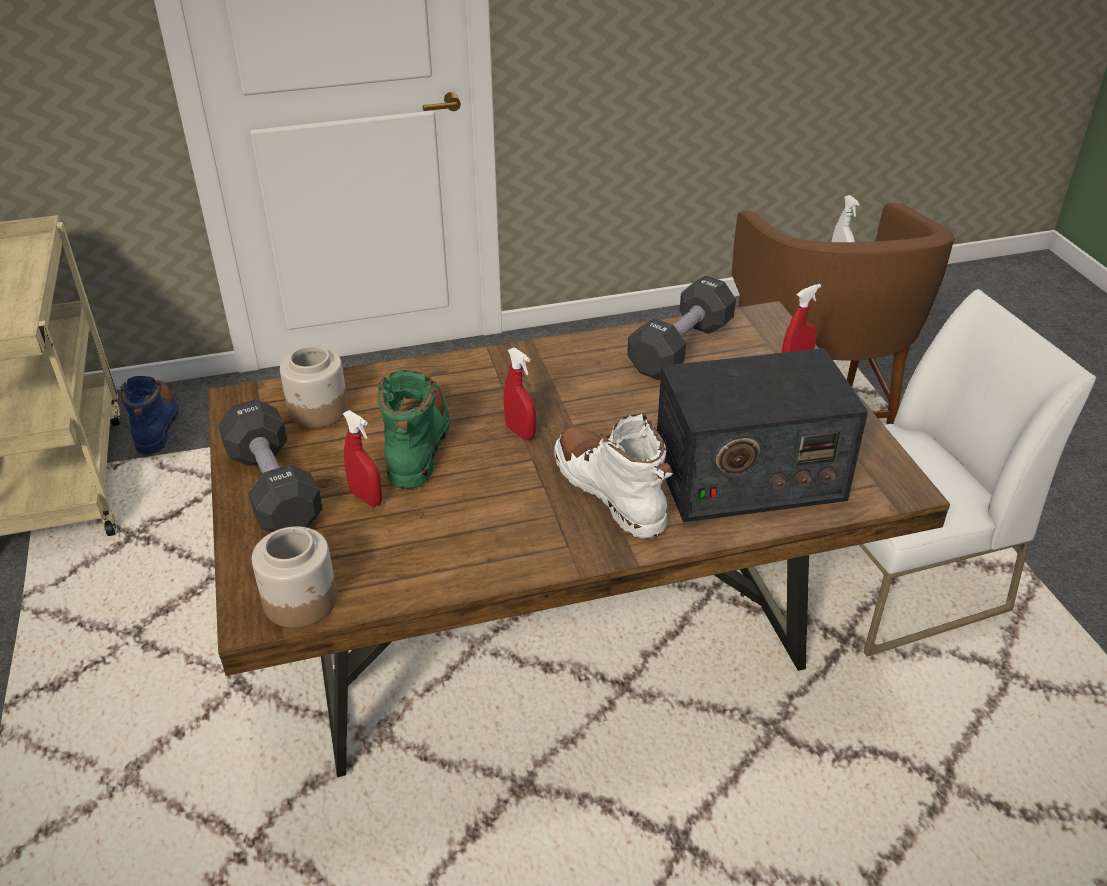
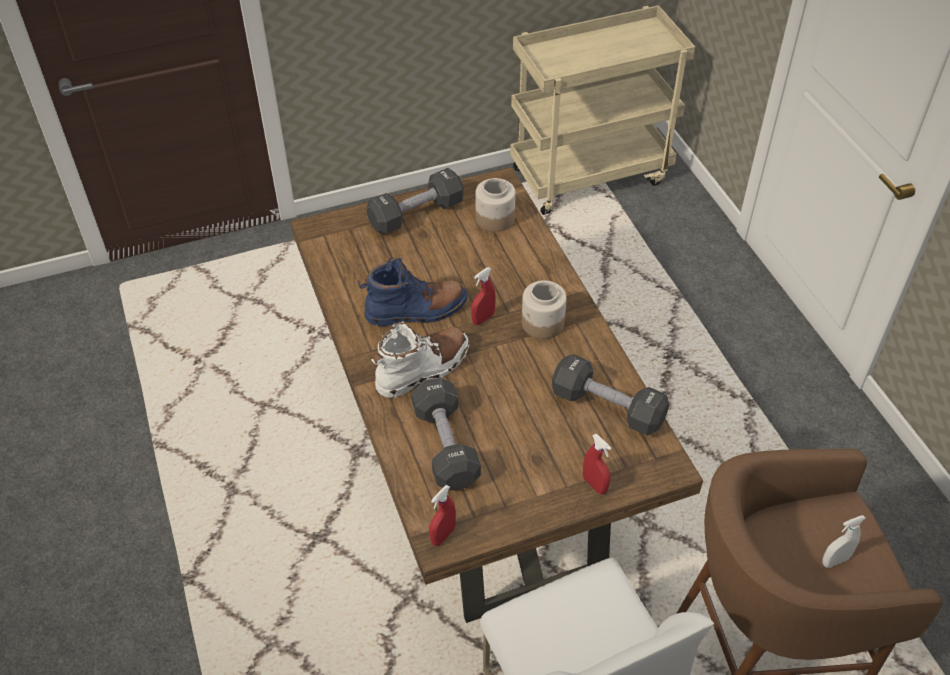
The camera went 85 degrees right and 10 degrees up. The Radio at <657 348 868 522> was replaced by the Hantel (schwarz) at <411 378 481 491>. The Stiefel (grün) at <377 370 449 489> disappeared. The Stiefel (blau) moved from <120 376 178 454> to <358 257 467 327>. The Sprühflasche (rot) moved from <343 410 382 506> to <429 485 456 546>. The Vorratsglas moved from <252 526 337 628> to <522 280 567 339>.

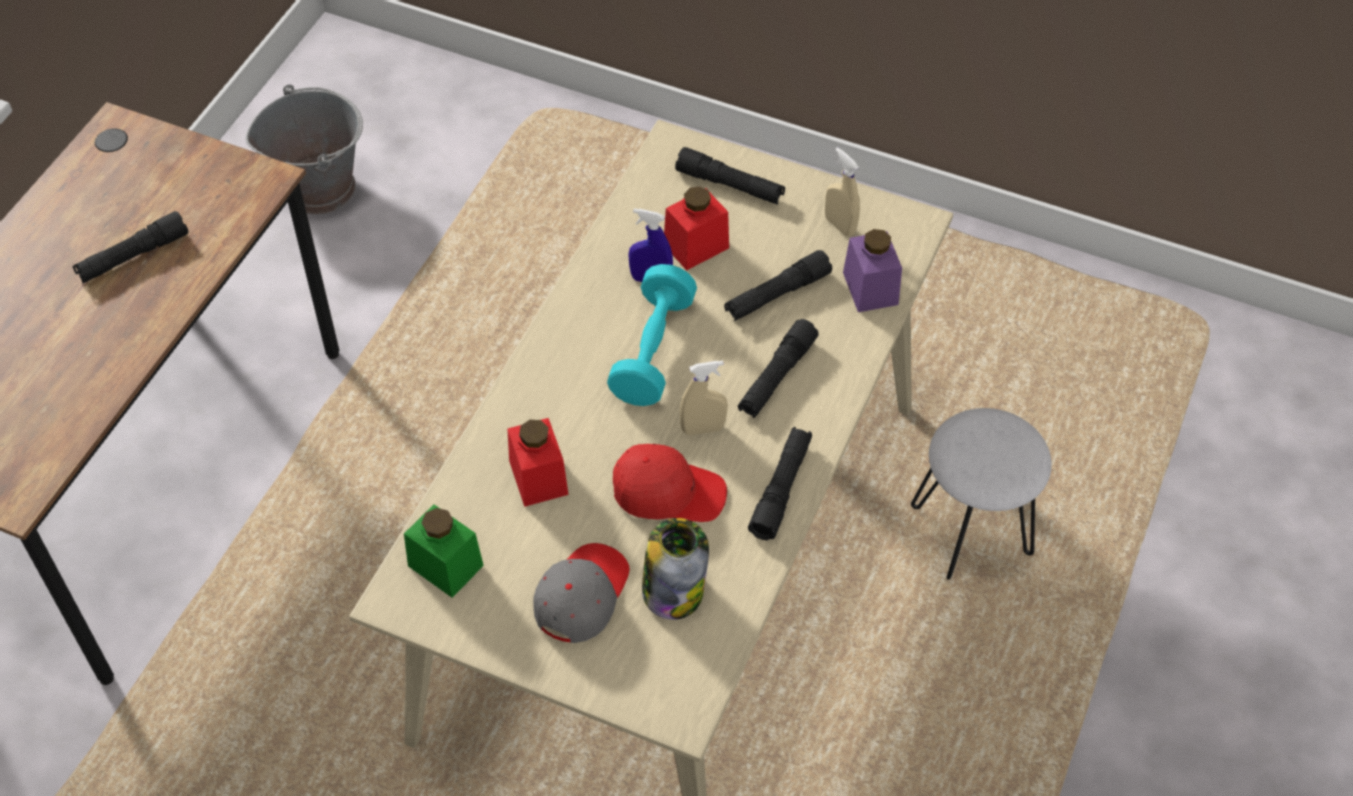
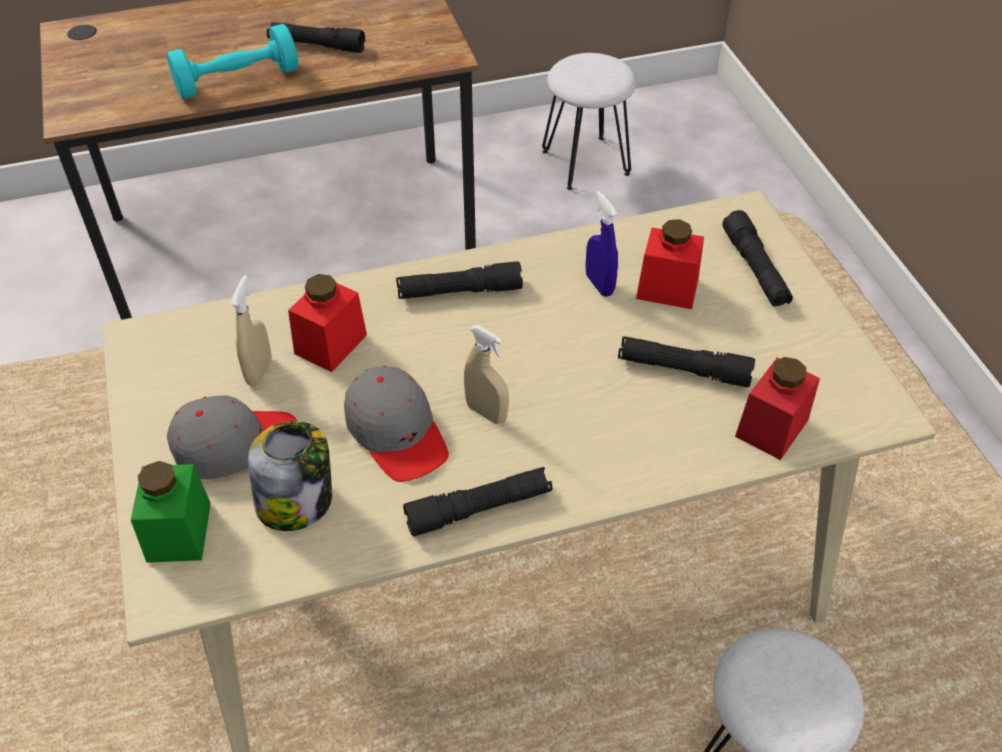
The camera went 50 degrees right and 5 degrees down. The Eimer (grau) at <246 84 363 215> was replaced by the Hocker (weiß) at <542 53 637 190>. The Sprühflasche (beige) moved from <825 147 860 237> to <230 275 271 386>. The Vorratsglas (lila) at <843 229 902 312> became the Vorratsglas (rot) at <735 357 820 460>. The Hantel (türkis) moved from <607 264 697 406> to <167 24 298 99>. The Taschenlampe (schwarz) moved from <738 319 819 418> to <396 261 523 299>. The Kappe (rot) at <613 444 727 522> became the Kappe (grau) at <344 366 449 482>. The Vorratsglas (grün) moved from <404 504 484 598> to <131 461 211 563>.

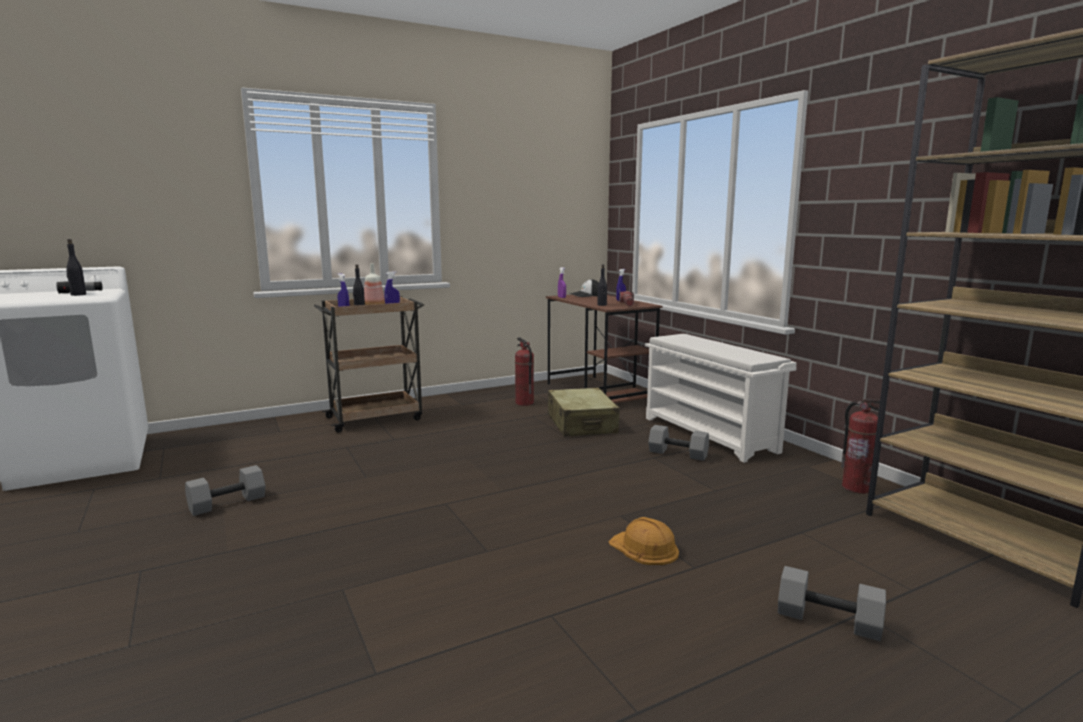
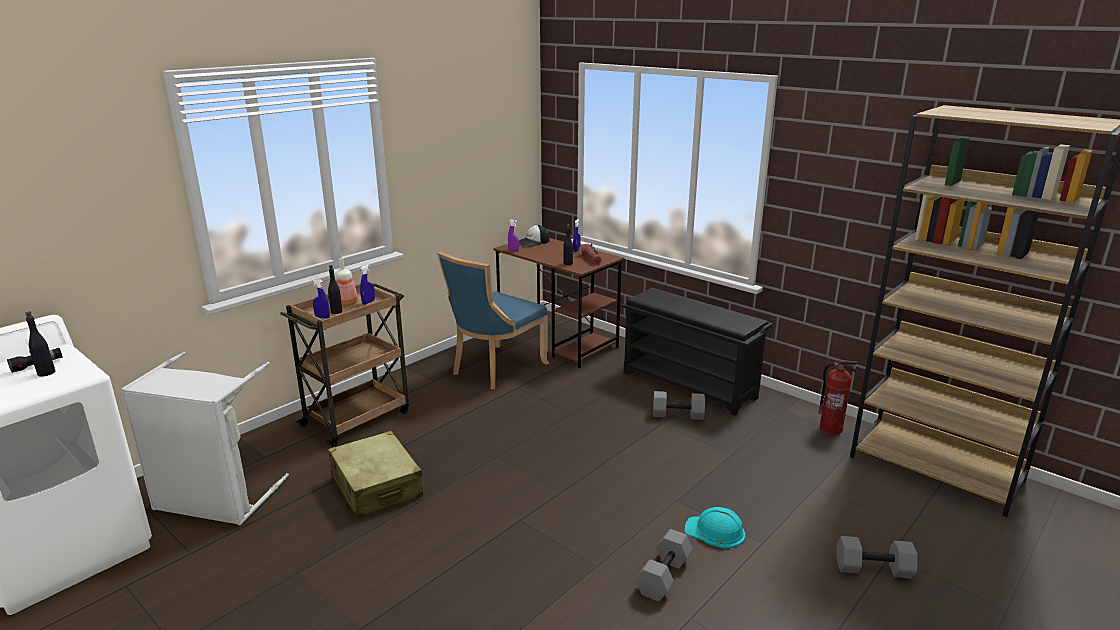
The camera went 20 degrees left and 10 degrees up. The Schuhregal (weiß) at <645 334 797 463> became the Schuhregal (schwarz) at <622 288 773 416>. The Feuerlöscher at <515 337 534 406> was replaced by the Stuhl (blau) at <437 252 549 389>. The Koffer (beige) moved from <548 388 620 436> to <328 431 423 519>. The Hantel (grau) moved from <185 465 266 516> to <635 529 693 601>. The Schutzhelm (orange) at <609 517 679 565> became the Schutzhelm (türkis) at <685 507 745 549>. The Wäschekorb (grau) at <120 352 289 526> appeared.

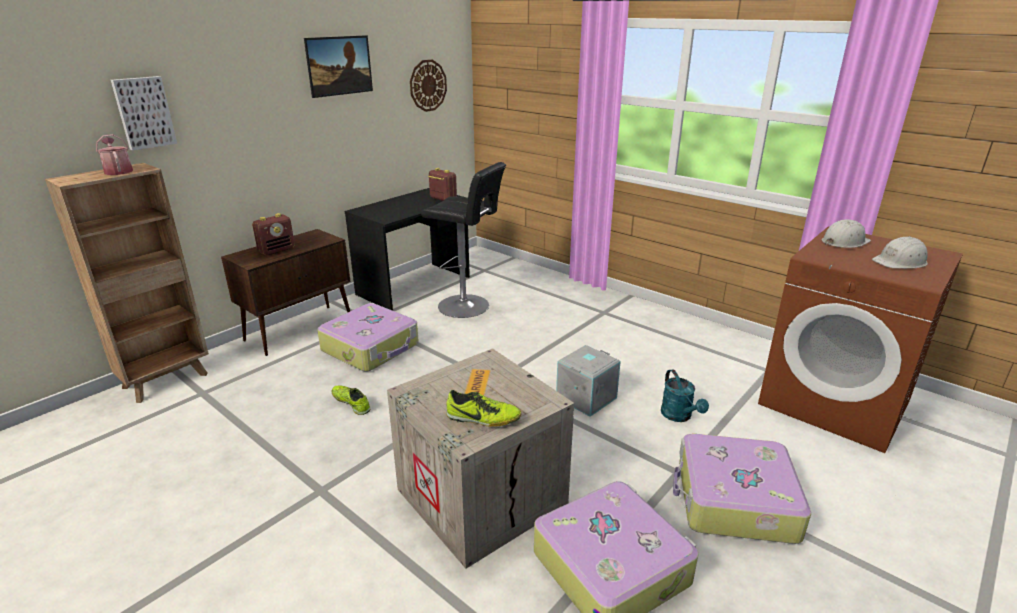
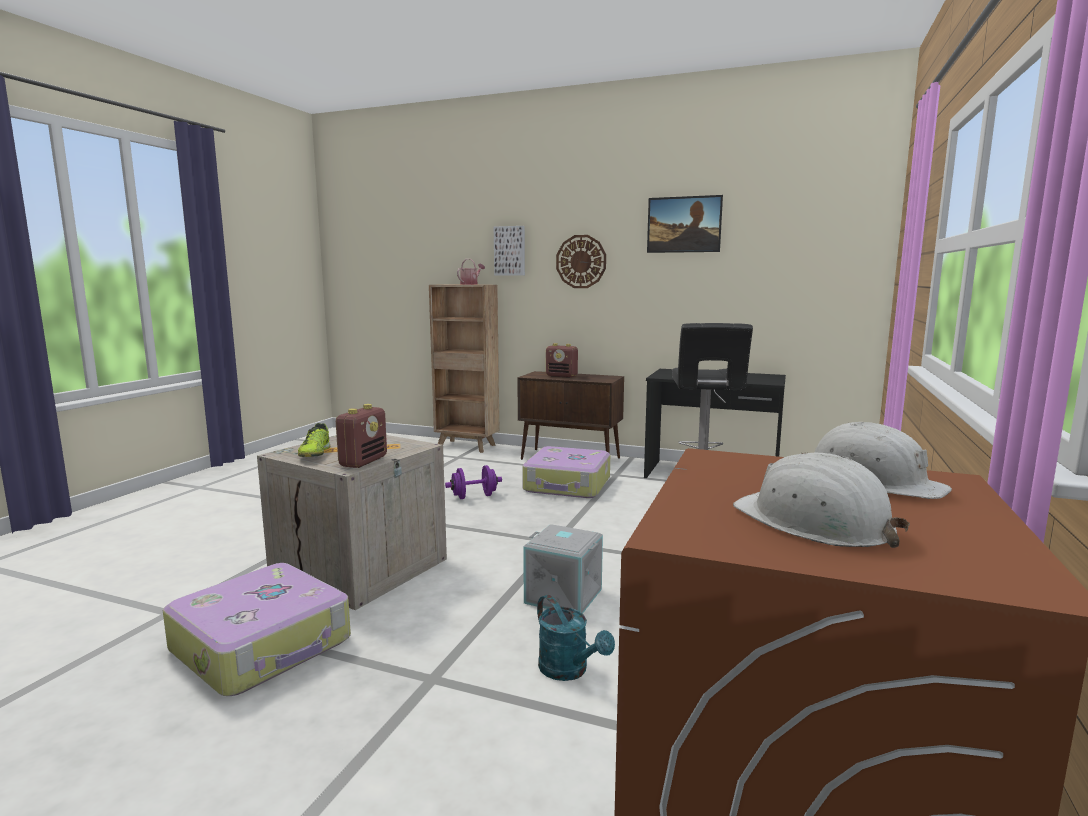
The camera went 70 degrees right and 15 degrees down. The Wanduhr moved from <410 60 447 112> to <556 235 606 288>. The Radio moved from <428 168 457 201> to <336 404 387 468>. The Gießkanne (türkis) at <661 369 709 422> turned 90 degrees counterclockwise. The Schuh at <332 386 370 415> was replaced by the Hantel (lila) at <445 465 502 499>. The Koffer at <673 434 811 544> disappeared.

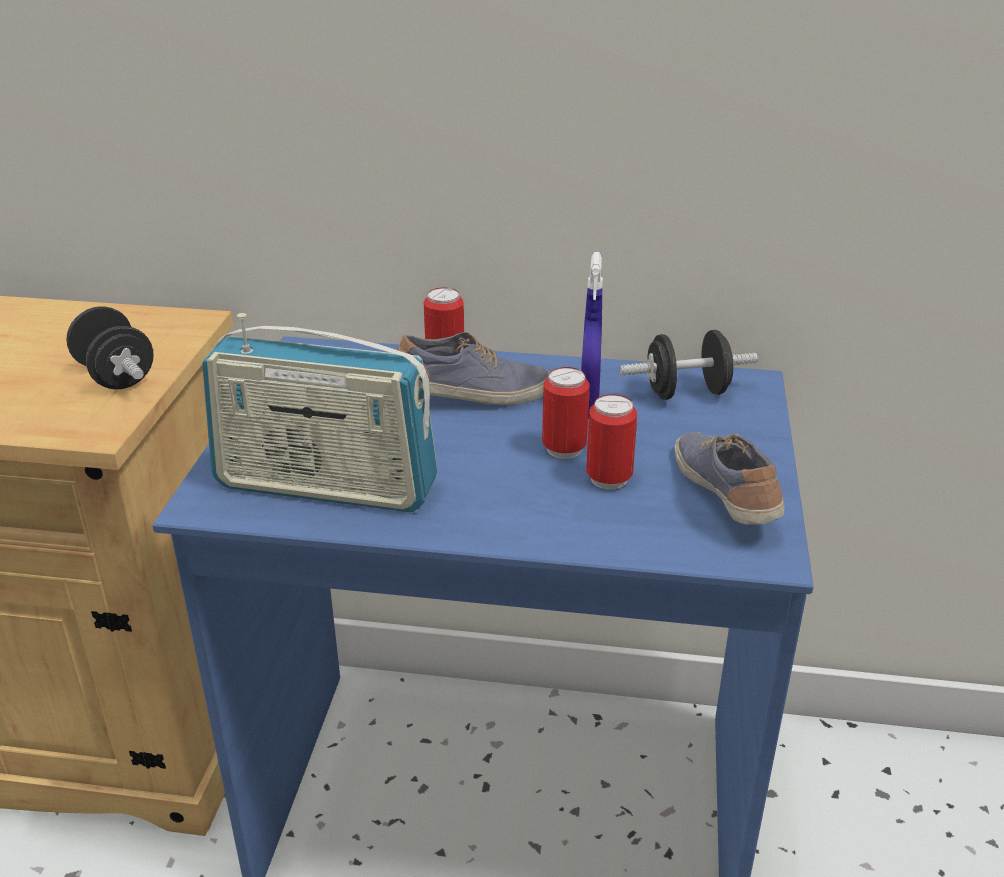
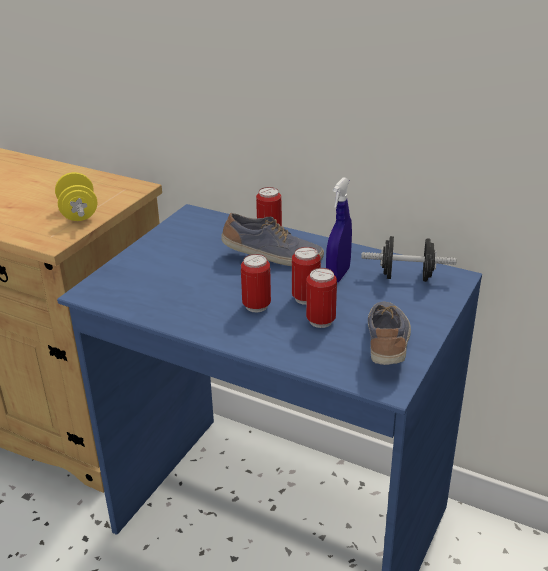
The camera went 20 degrees right and 0 degrees up. The Hantel (schwarz) at <66 306 154 389> became the Hantel (gelb) at <55 172 97 221>. The Radio at <202 313 437 512> disappeared. The Dose at <241 254 271 313> appeared.

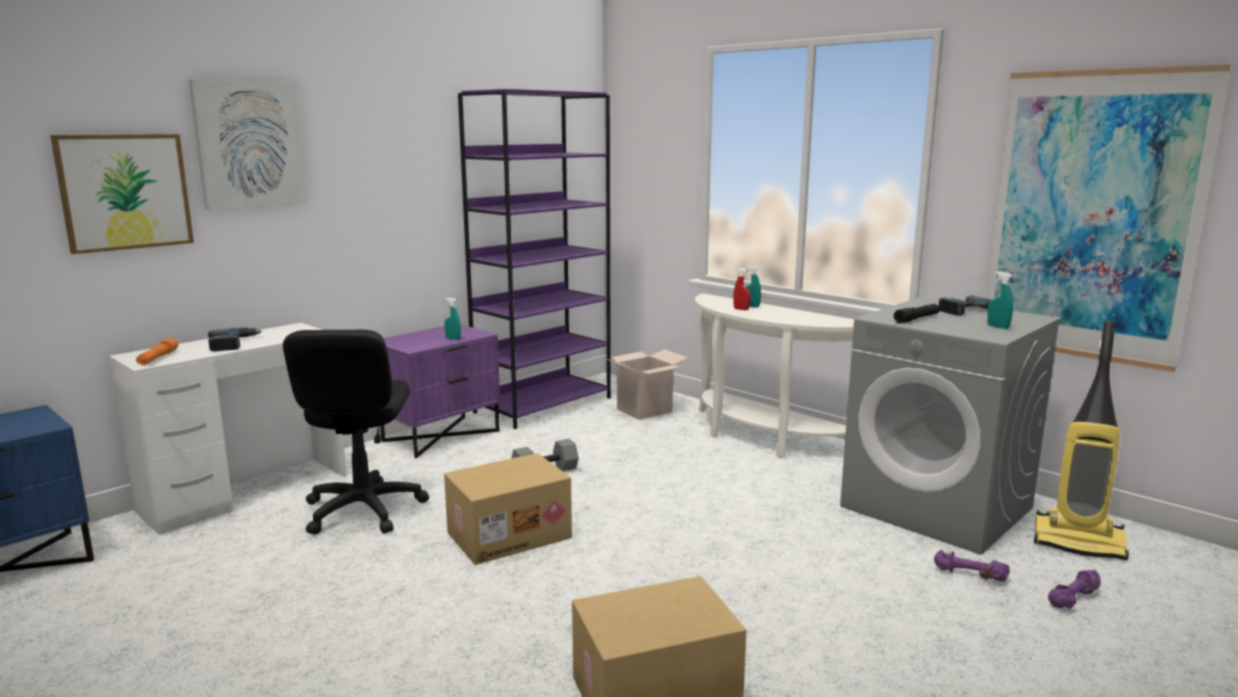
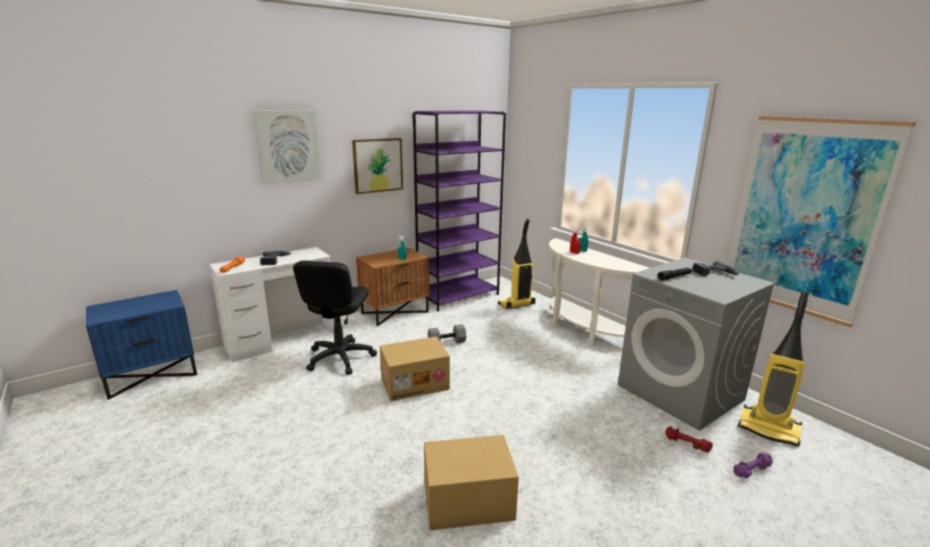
The camera went 10 degrees right and 5 degrees up. The Bild moved from <50 134 194 254> to <352 138 403 194>. The Sprühflasche (türkis) at <987 271 1013 329> disappeared. The Nachttisch (lila) at <380 325 501 458> became the Nachttisch (braun) at <356 248 429 326>. The Karton at <602 349 688 420> was replaced by the Staubsauger at <498 219 535 310>. The Hantel (lila) at <934 550 1010 582> became the Hantel (rot) at <665 426 713 452>.

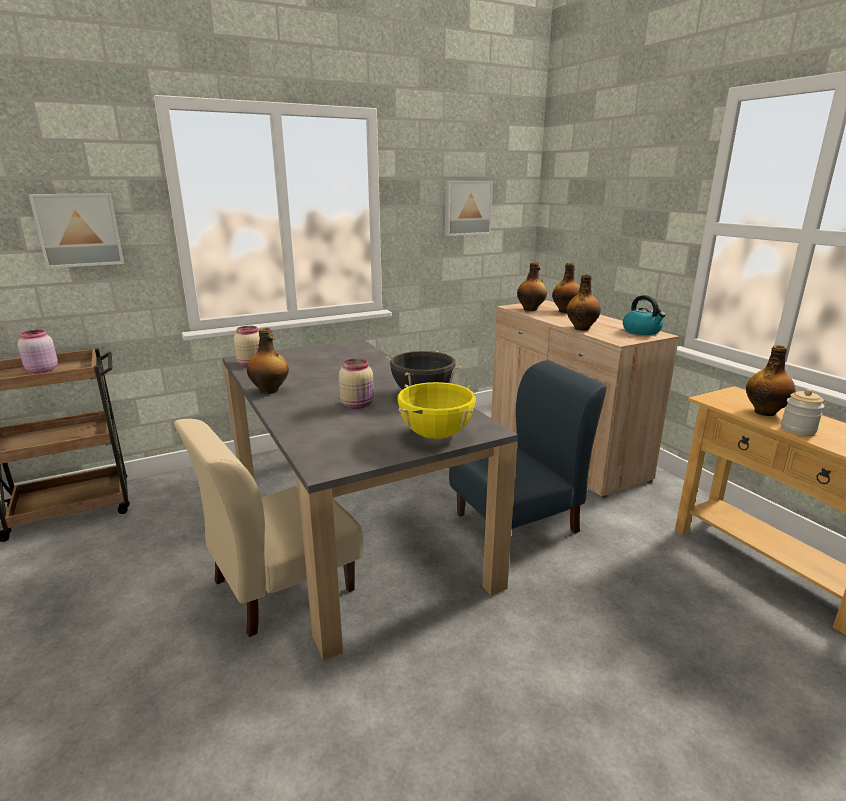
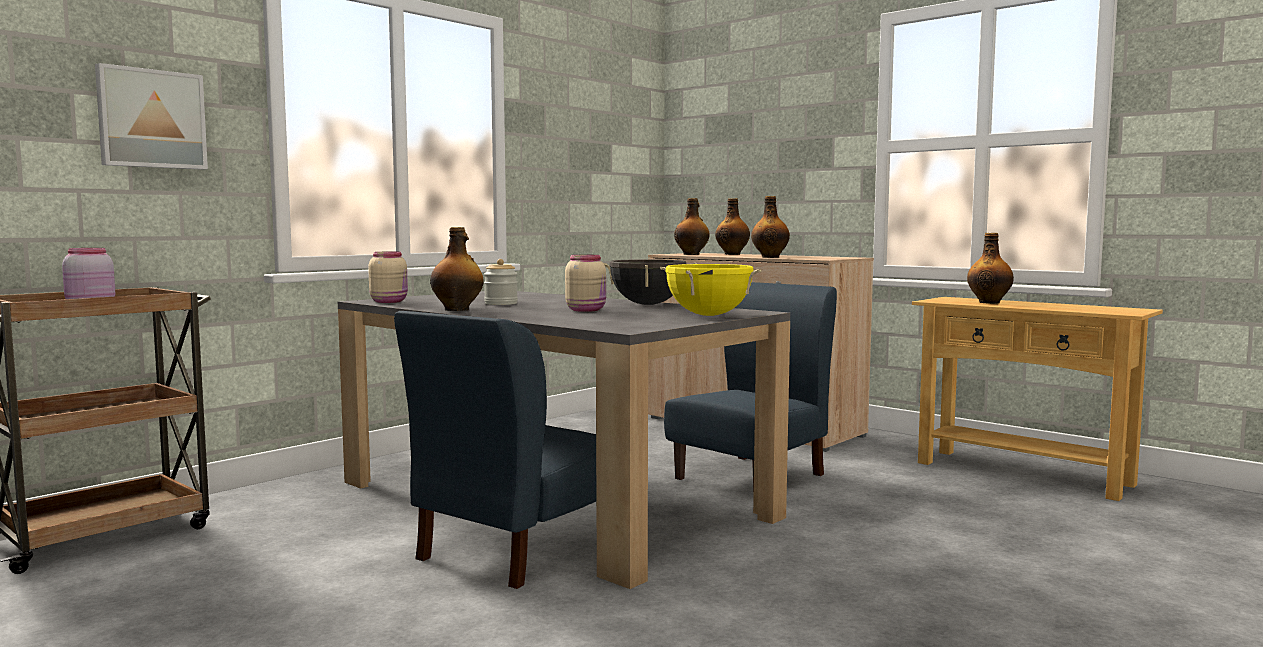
The camera went 20 degrees left and 15 degrees down. The Bild at <445 181 493 236> disappeared. The Wasserkessel at <623 295 666 335> disappeared. The Vorratsglas moved from <781 389 825 435> to <484 259 518 305>. The Stuhl (beige) at <174 419 364 637> became the Stuhl (blau) at <394 311 596 589>.

